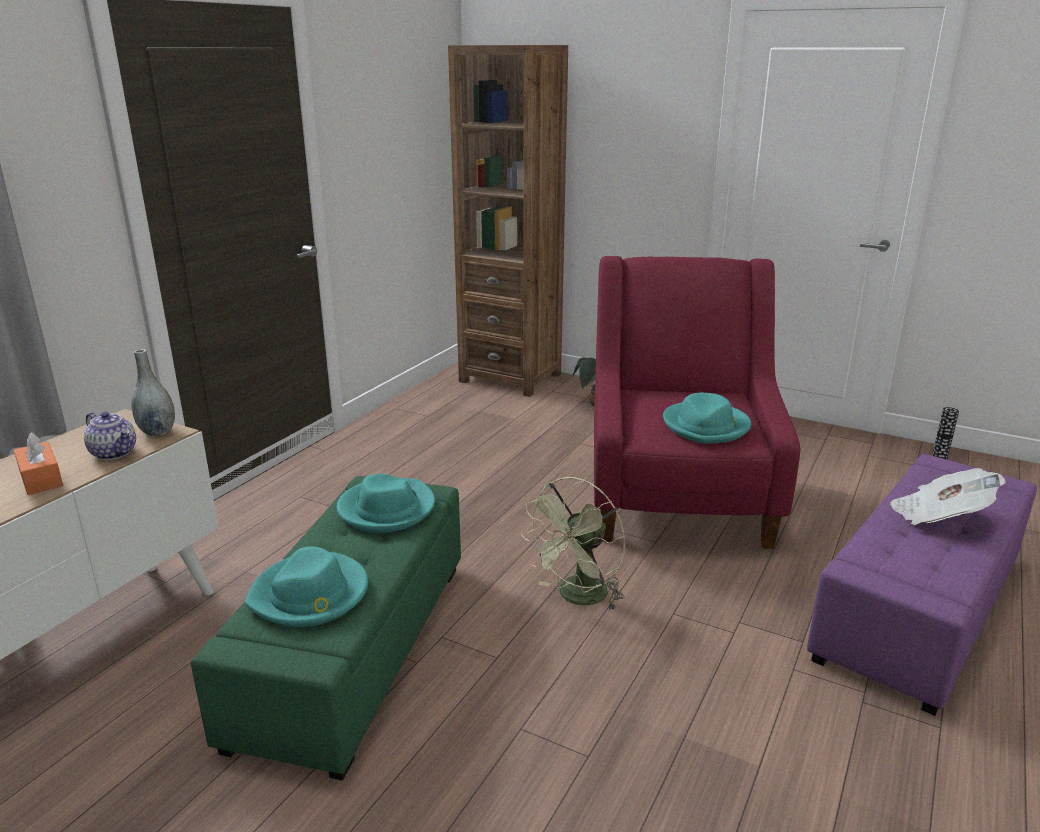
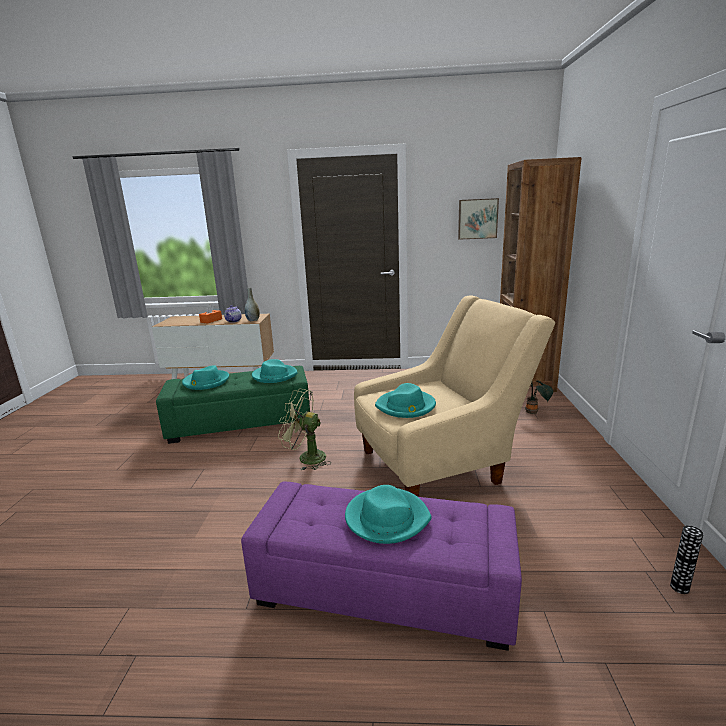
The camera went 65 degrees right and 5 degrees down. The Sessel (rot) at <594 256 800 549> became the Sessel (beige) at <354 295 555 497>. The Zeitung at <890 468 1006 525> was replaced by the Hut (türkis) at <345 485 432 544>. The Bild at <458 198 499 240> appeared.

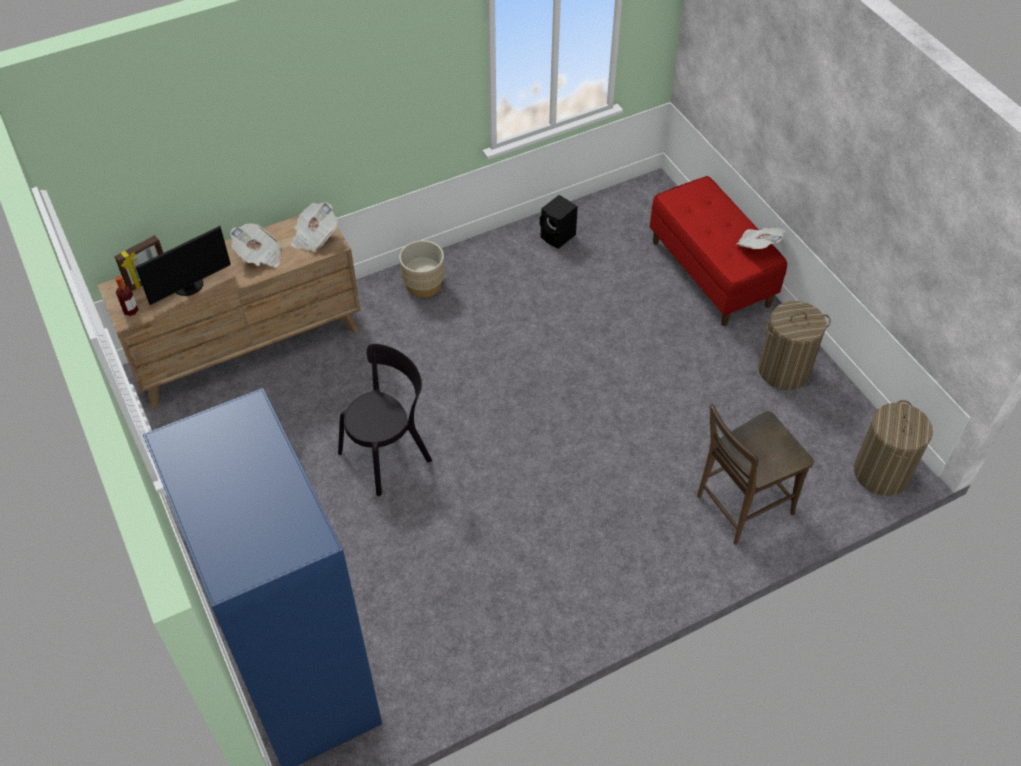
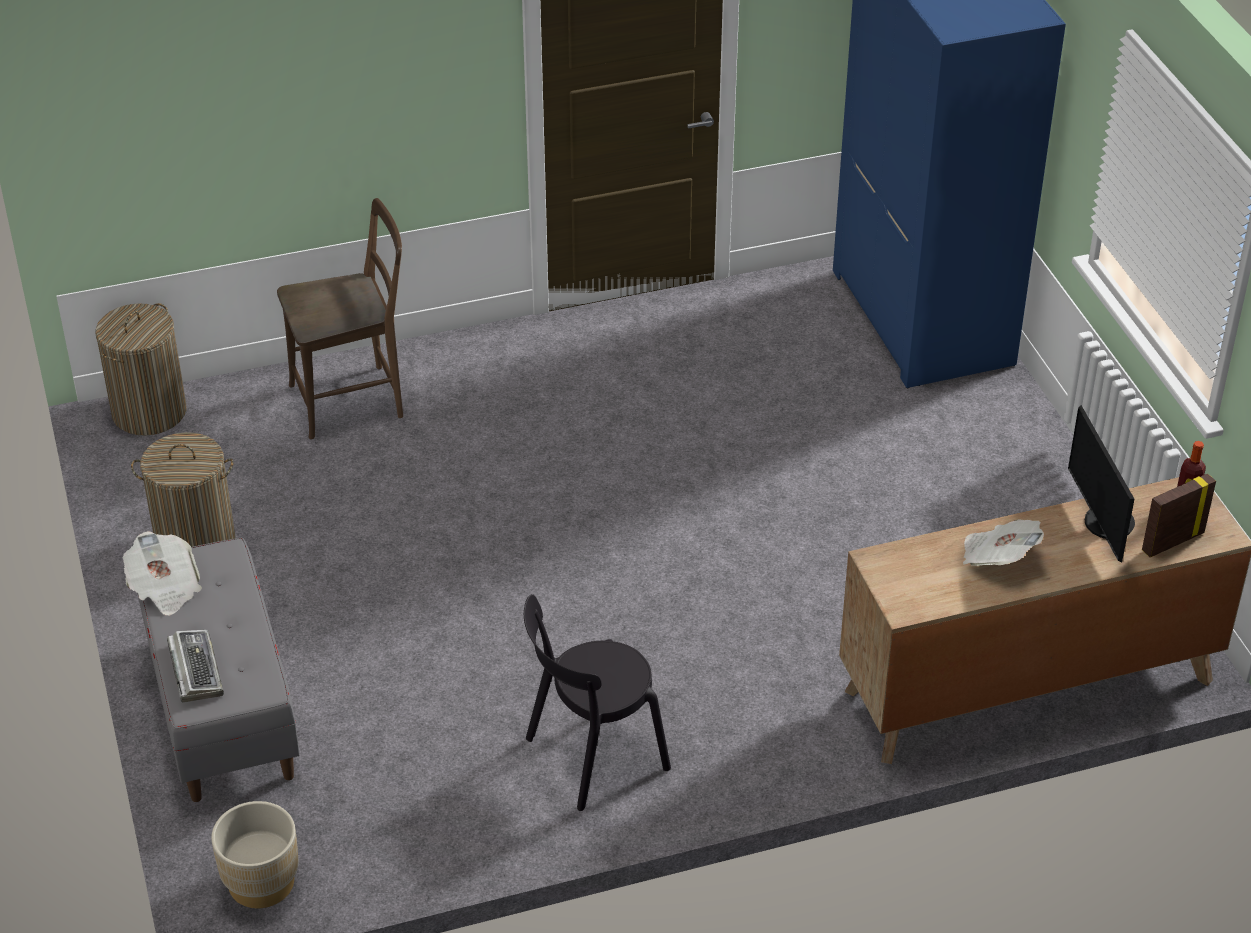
The camera went 170 degrees left and 10 degrees down. The Bank (rot) at <650 176 787 326> became the Bank (grau) at <137 538 300 802>. The Lautsprecher (schwarz) at <540 195 578 249> disappeared. The Zeitung at <291 202 338 252> disappeared. The Monitor at <135 226 231 305> turned 75 degrees counterclockwise. The Pflanzkübel (beige) moved from <399 240 444 298> to <211 801 299 908>. The Stuhl (schwarz) moved from <338 344 432 496> to <524 594 671 811>. The Tastatur at <167 630 224 703> appeared.

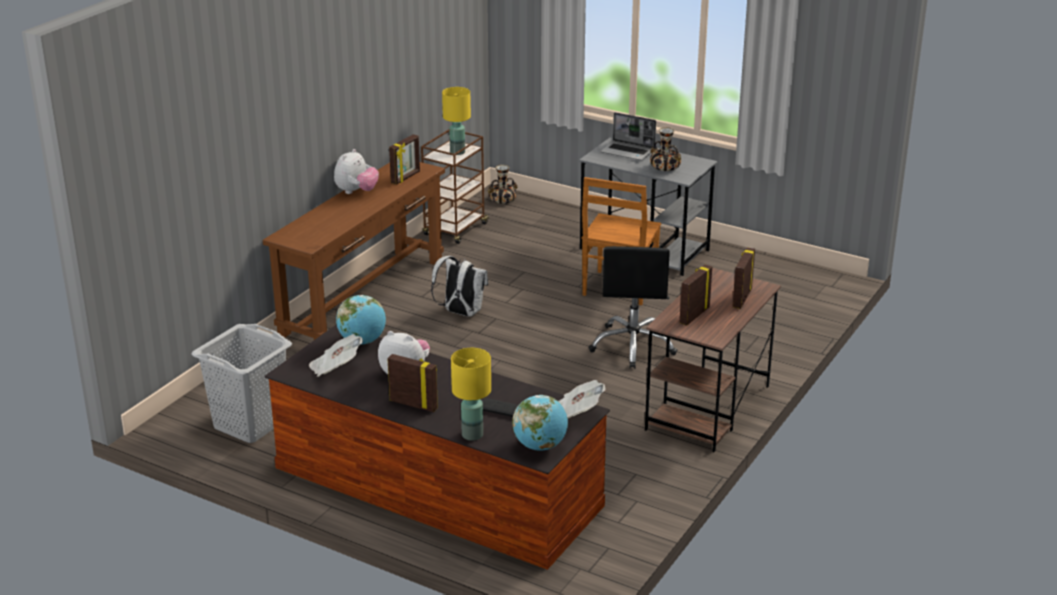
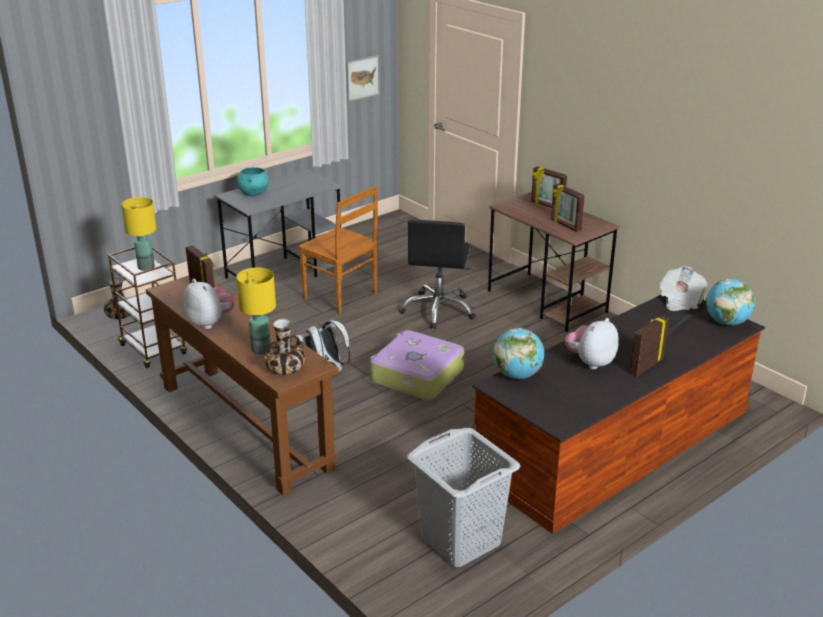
The camera went 70 degrees left and 0 degrees up. The Laptop at <600 112 656 160> was replaced by the Schüssel (türkis) at <237 167 269 197>. The Vase moved from <650 127 681 171> to <264 318 305 375>. The Bürostuhl (schwarz) at <588 246 677 369> turned 75 degrees clockwise. The Zeitung at <309 334 363 377> disappeared. The Tischlampe (gelb) moved from <451 348 491 441> to <236 268 276 354>. The Bild at <346 55 380 102> appeared. The Koffer at <370 330 464 400> appeared.

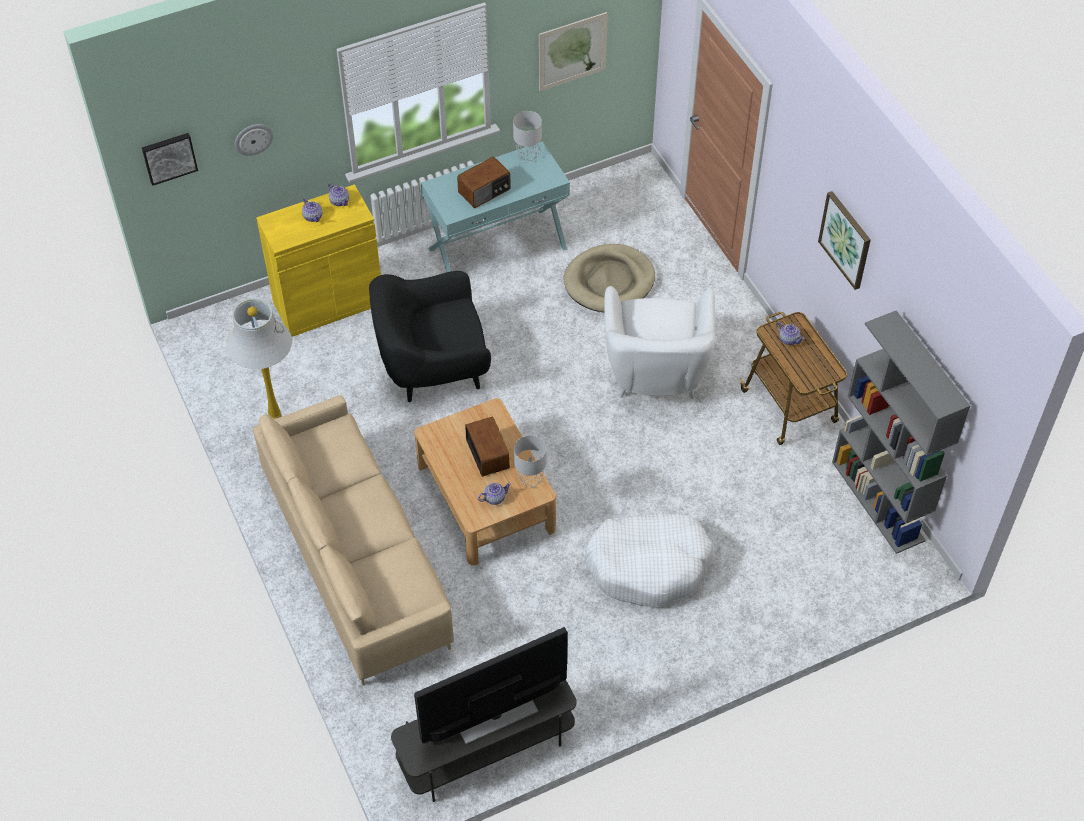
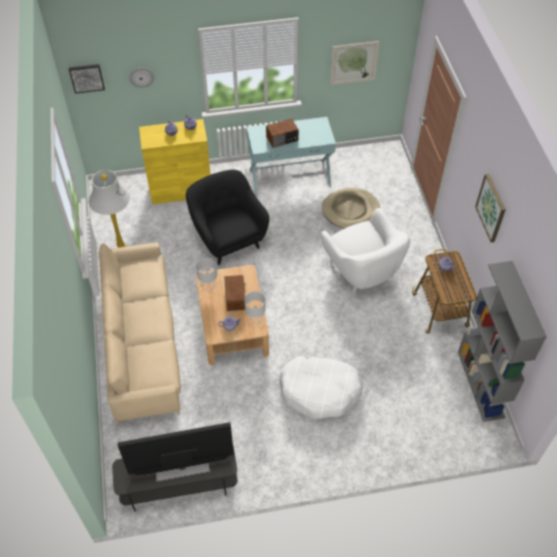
The camera went 15 degrees right and 0 degrees up. The Tischlampe (grau) moved from <513 111 542 162> to <196 258 217 291>. The Sessel (schwarz) at <369 271 491 402> turned 60 degrees clockwise. The Sessel (weiß) at <604 286 716 399> turned 45 degrees counterclockwise.

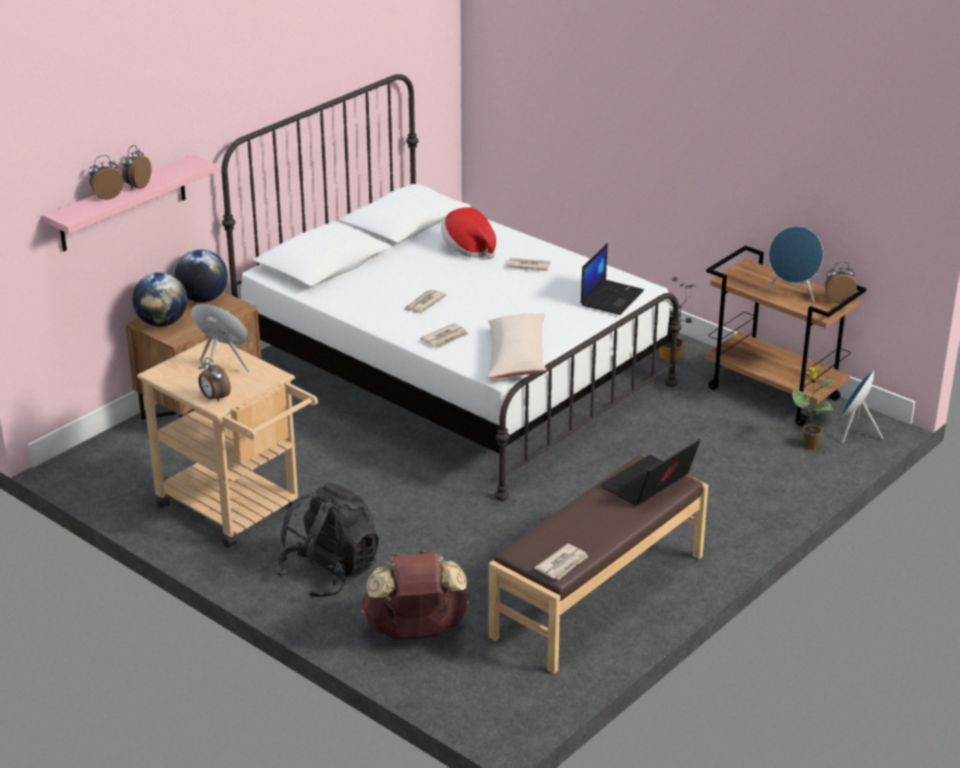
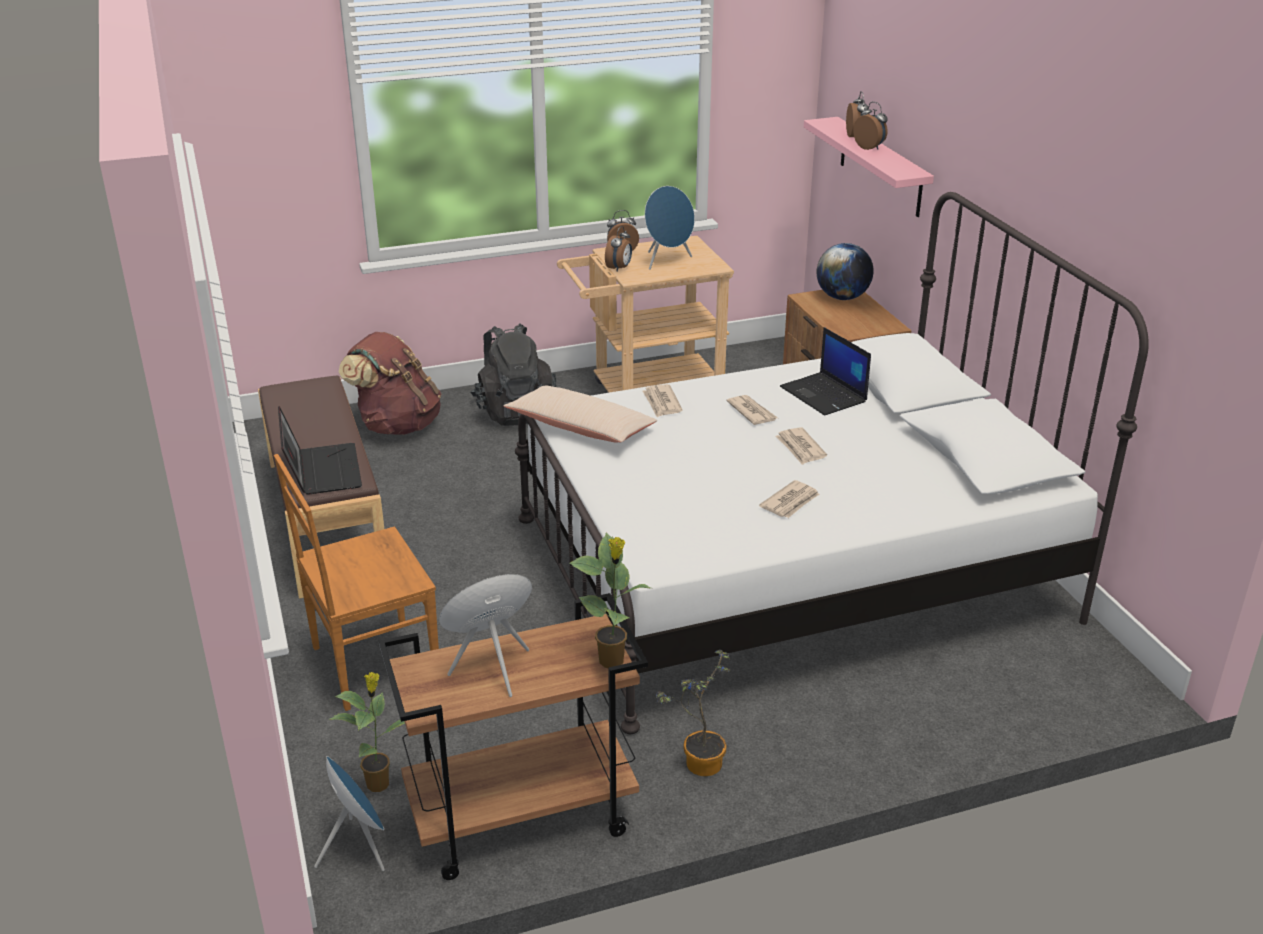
The camera went 120 degrees right and 0 degrees up. The Hut at <441 207 496 259> disappeared. The Laptop moved from <580 243 644 315> to <780 327 871 416>. The Globus at <174 249 228 302> disappeared. The Wecker moved from <825 262 857 303> to <605 226 632 271>. The Zeitung moved from <535 543 588 580> to <776 427 827 465>. The Stuhl (braun) at <274 454 439 711> appeared. The Topfpflanze at <569 533 651 668> appeared.

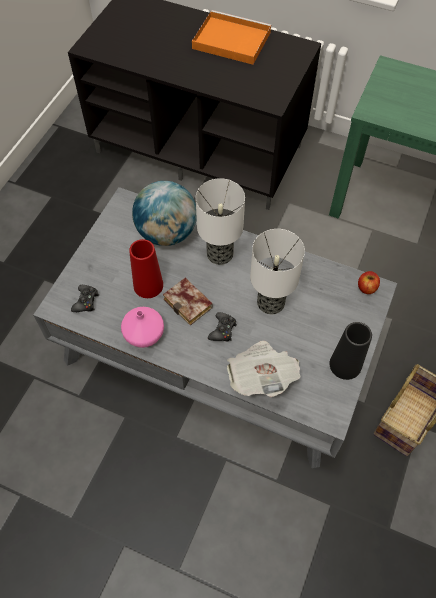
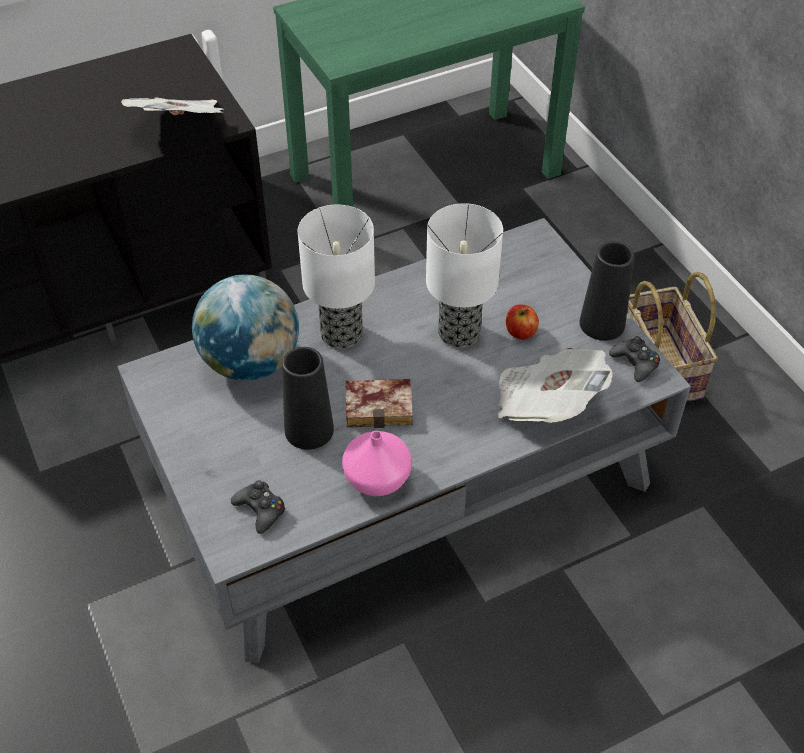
The camera went 50 degrees left and 10 degrees down. The Tablett (orange) at <192 10 272 65> disappeared. The Vase (rot) at <129 239 163 298> became the Vase (schwarz) at <282 347 334 450>. The Apfel moved from <358 271 380 294> to <506 304 539 339>. The Gamepad (schwarz) moved from <208 312 237 341> to <609 336 660 382>. The Zeitung at <121 97 223 115> appeared.

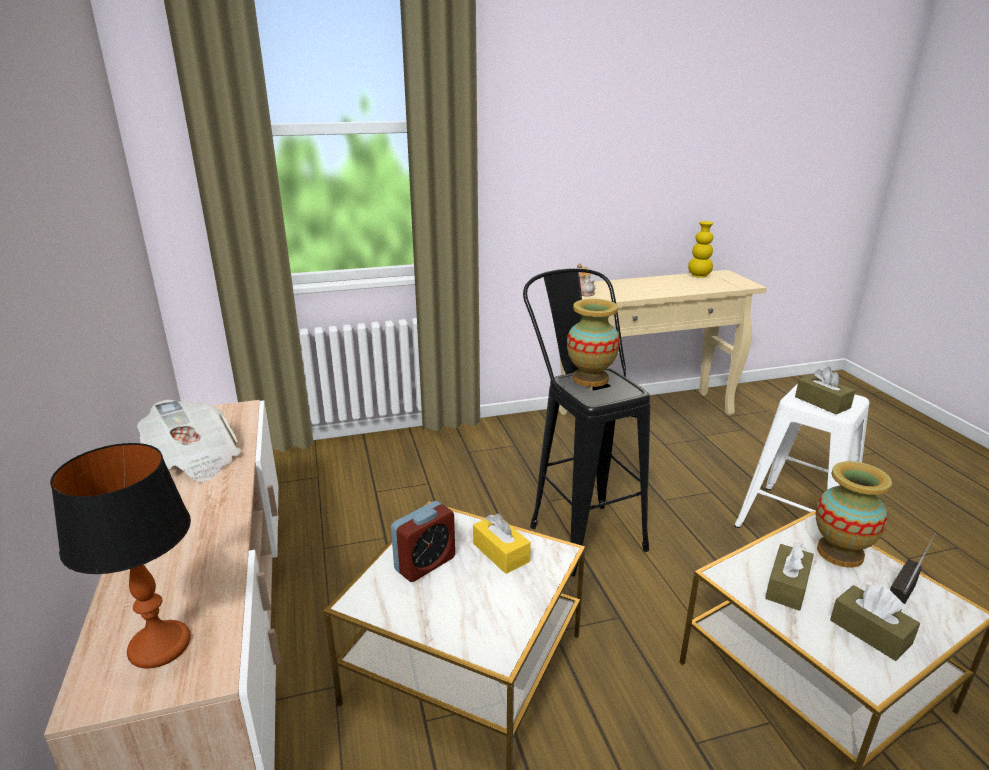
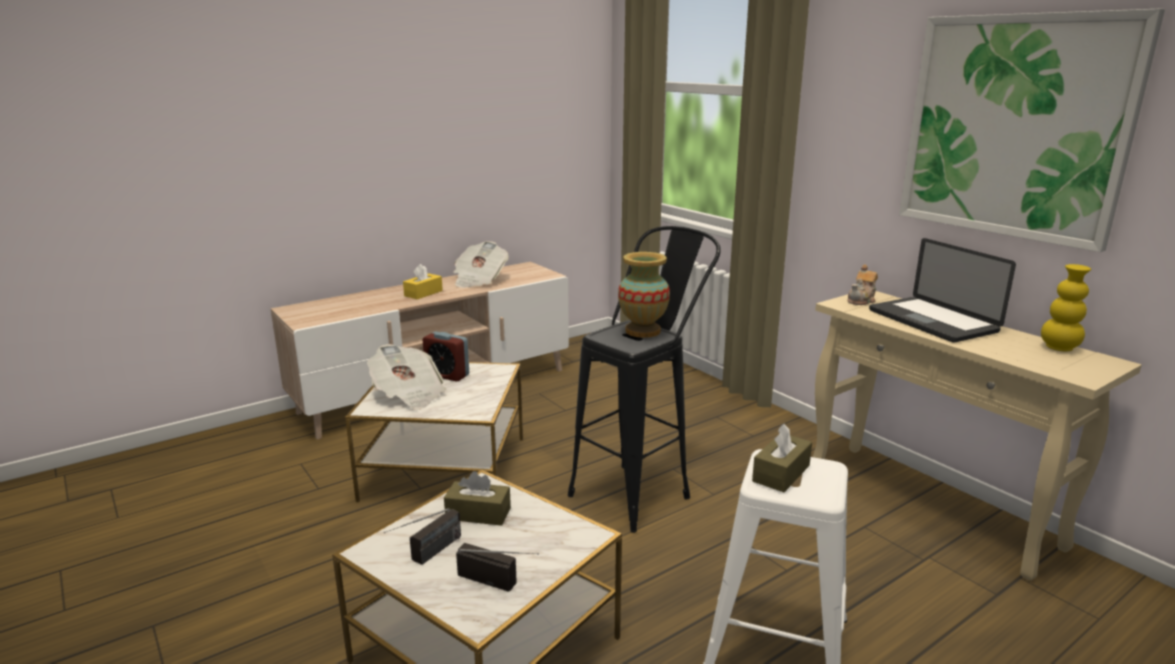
The camera went 70 degrees right and 5 degrees down. The Tischlampe at <50 443 191 669> disappeared. The Vase at <816 461 892 568> disappeared. The Taschentuchbox (gelb) moved from <473 513 531 574> to <403 264 443 299>. The Taschentuchbox (braun) at <830 584 920 661> was replaced by the Radio at <384 508 461 565>. The Bild at <899 9 1165 252> appeared. The Laptop at <869 238 1016 343> appeared. The Zeitung at <367 344 447 410> appeared.

